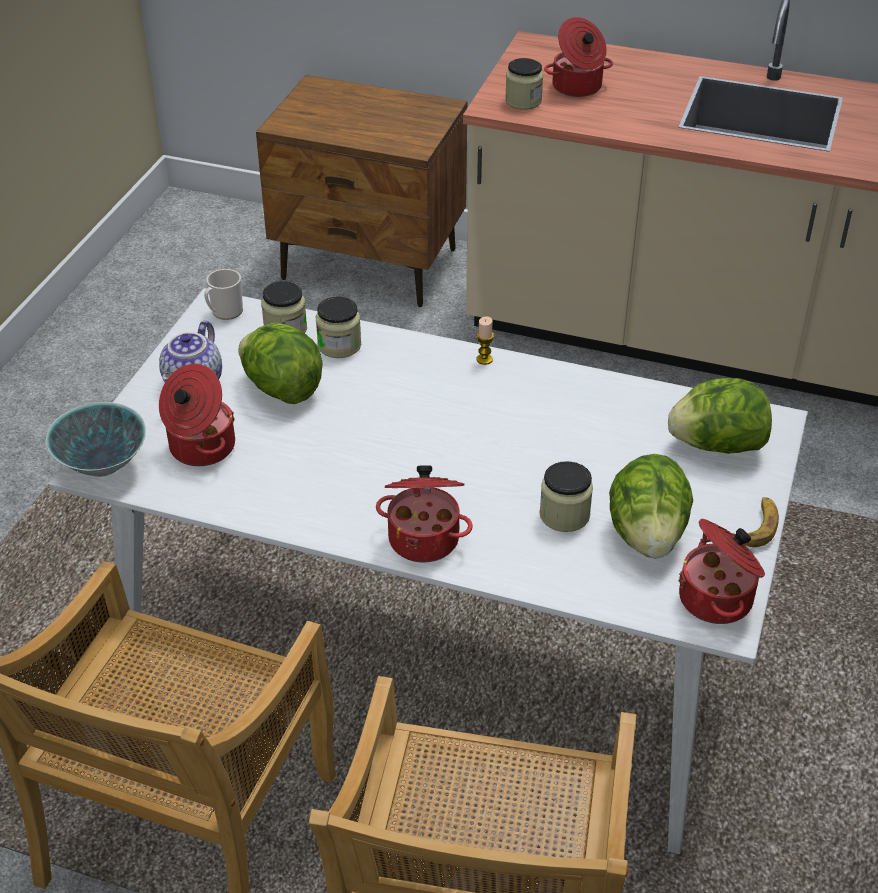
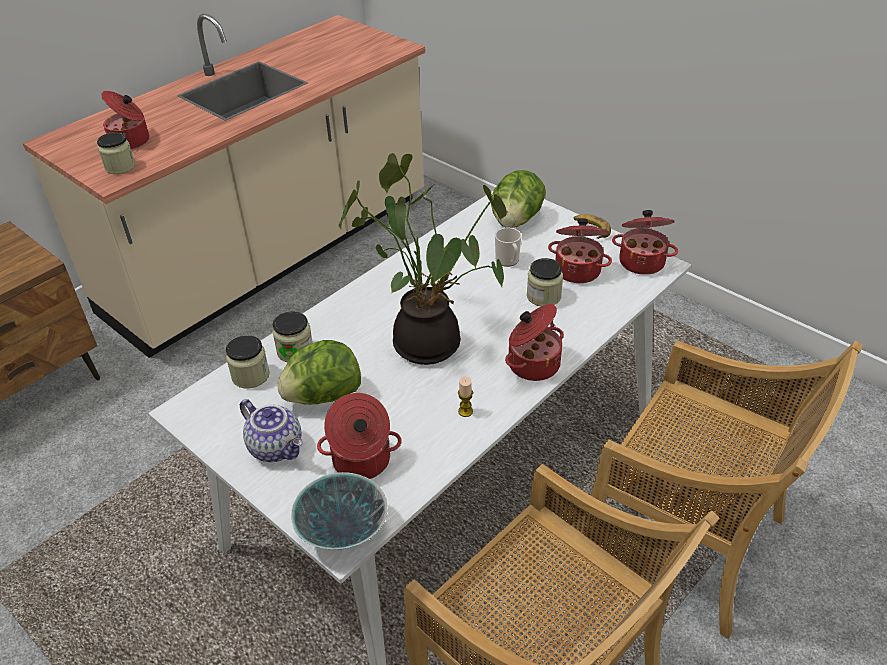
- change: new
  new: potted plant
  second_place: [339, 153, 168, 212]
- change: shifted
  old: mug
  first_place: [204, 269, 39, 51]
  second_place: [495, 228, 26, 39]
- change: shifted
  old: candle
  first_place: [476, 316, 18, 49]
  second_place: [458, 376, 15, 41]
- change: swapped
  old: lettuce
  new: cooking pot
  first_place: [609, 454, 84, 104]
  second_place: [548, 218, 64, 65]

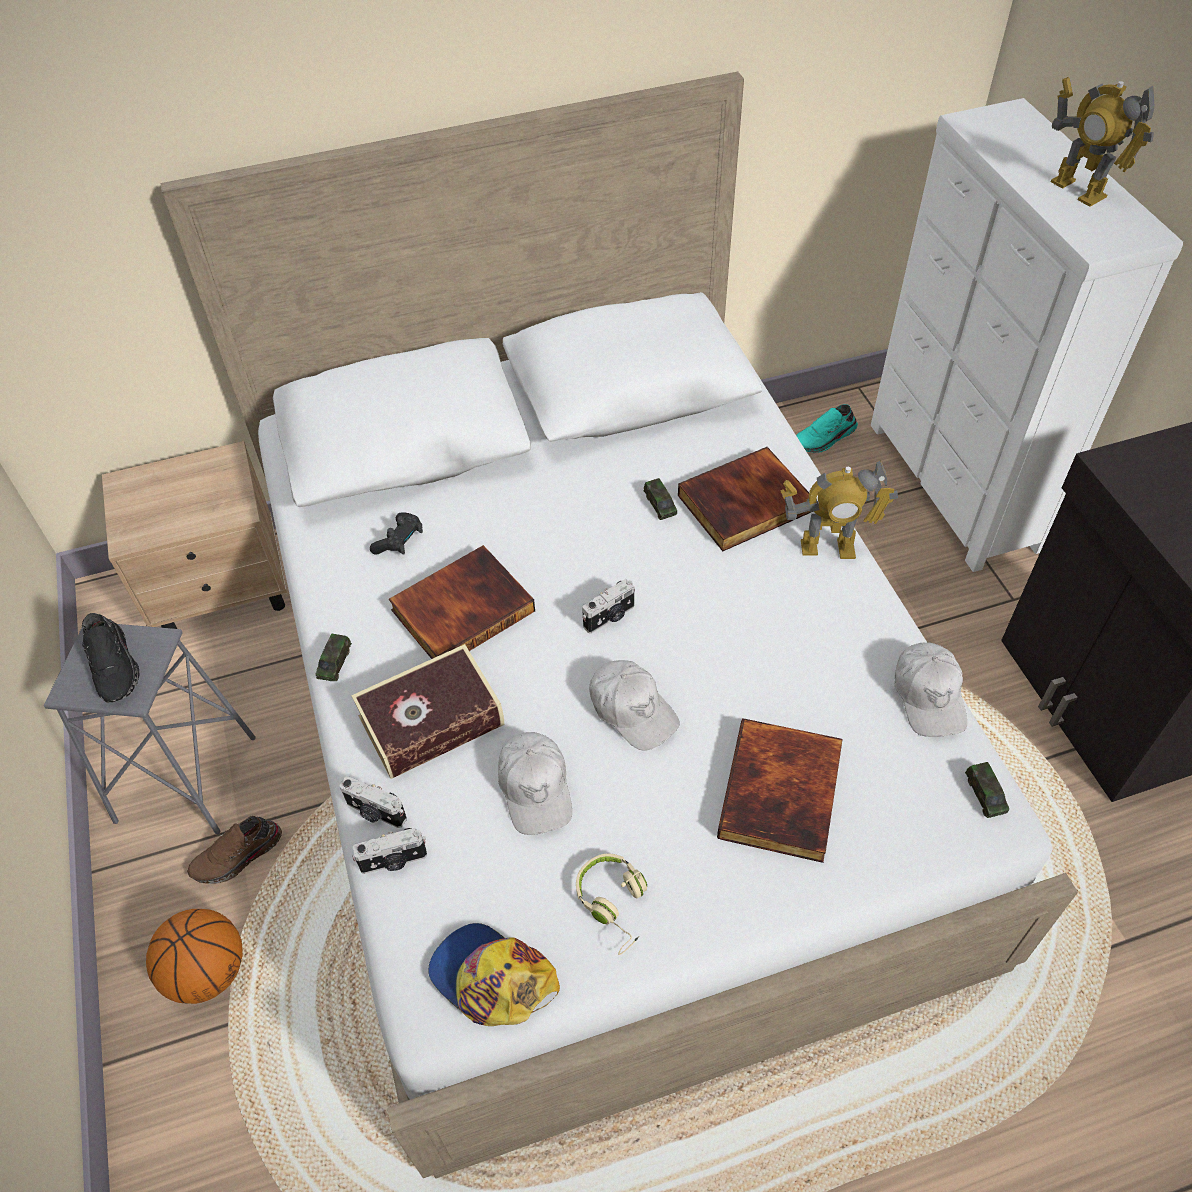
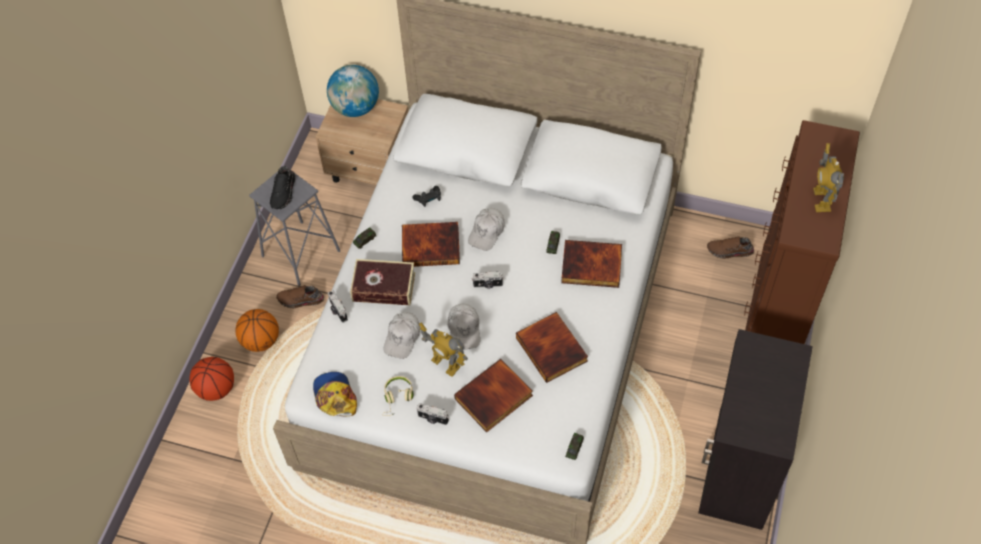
- change: new
  new: basketball
  second_place: [190, 357, 44, 44]
- change: new
  new: globe
  second_place: [327, 65, 52, 52]
- change: new
  new: book
  second_place: [516, 312, 72, 71]
- change: shifted
  old: photo camera
  first_place: [352, 828, 75, 46]
  second_place: [417, 403, 32, 22]
- change: shifted
  old: toy robot
  first_place: [781, 460, 117, 99]
  second_place: [419, 322, 49, 55]
- change: shifted
  old: white cap
  first_place: [894, 643, 73, 94]
  second_place: [468, 208, 37, 43]
- change: repainted
  old: turquoise shoe
  new: brown shoe
  first_place: [796, 404, 62, 49]
  second_place: [707, 236, 47, 23]
- change: repainted
  old: white dresser
  new: brown dresser
  first_place: [871, 98, 312, 474]
  second_place: [744, 120, 116, 224]

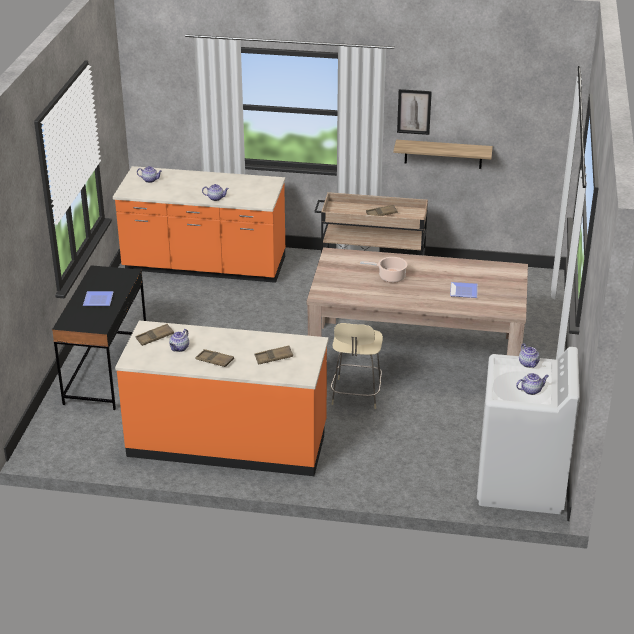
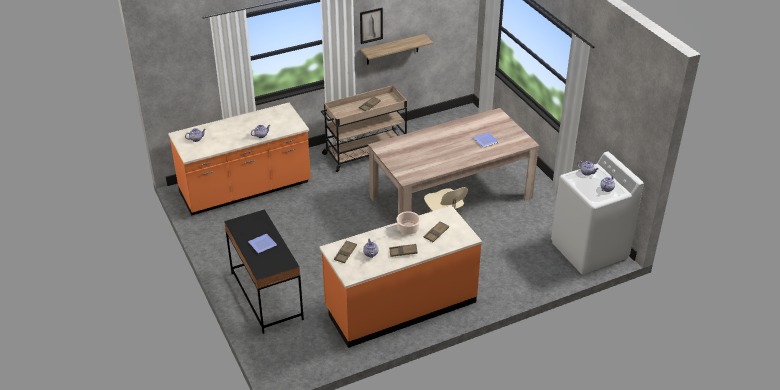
- change: shifted
  old: cooking pot
  first_place: [360, 257, 48, 26]
  second_place: [385, 211, 35, 23]

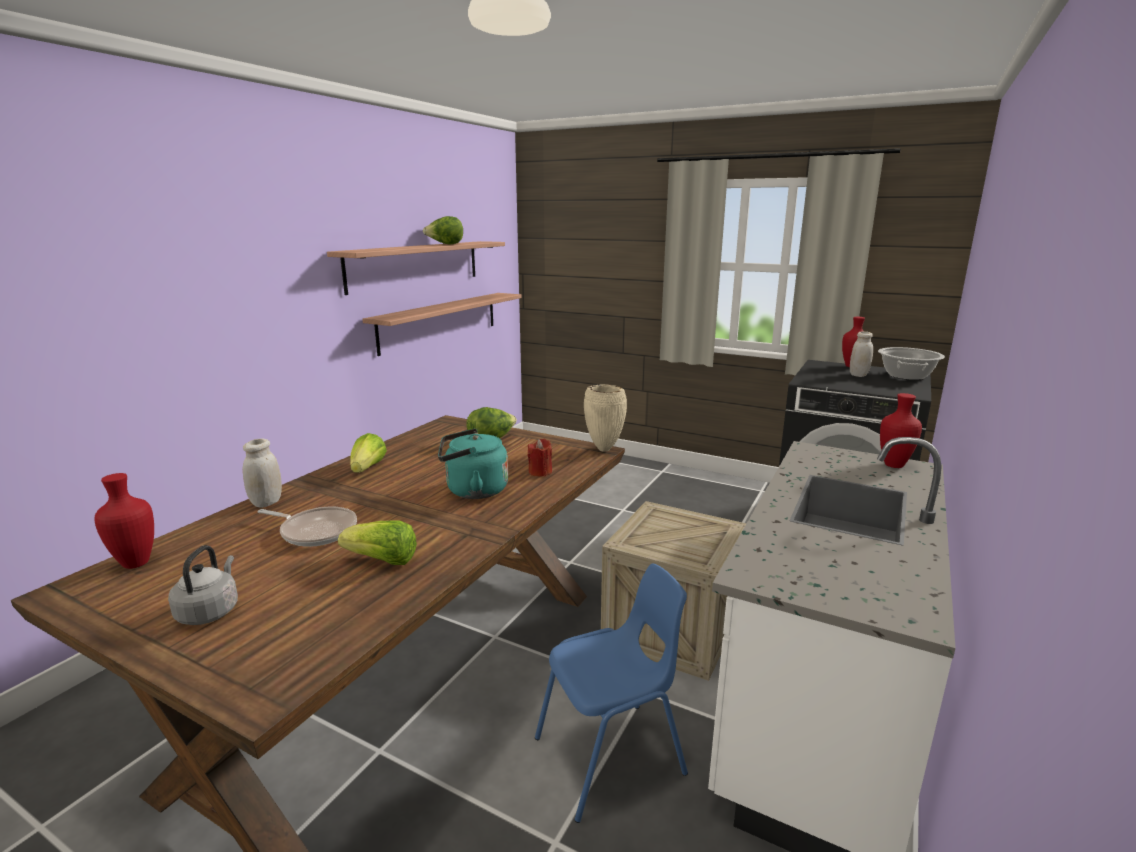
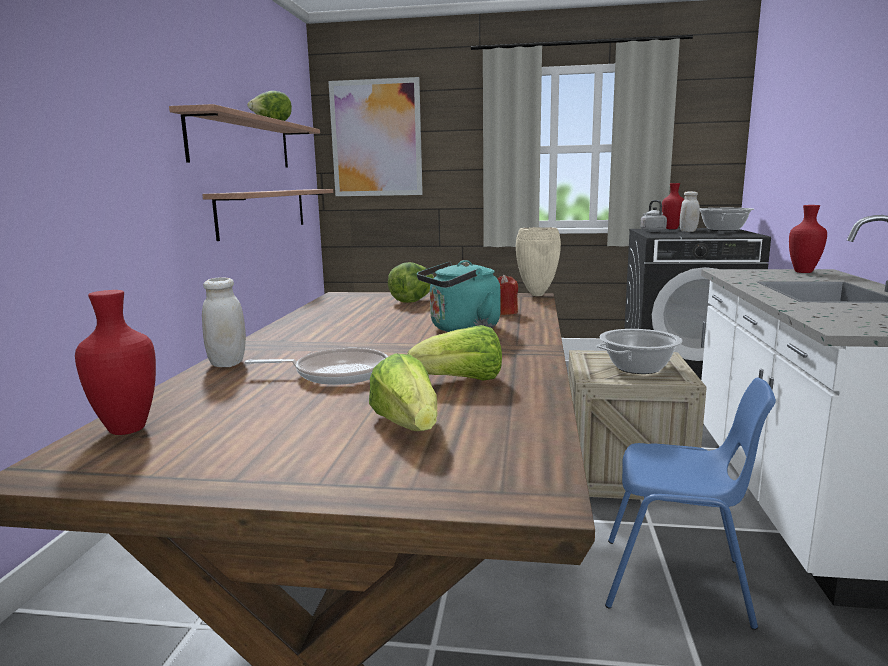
- change: new
  new: picture
  second_place: [328, 77, 95, 119]
- change: new
  new: cooking pot
  second_place: [596, 329, 86, 45]
- change: shifted
  old: grey kettle
  first_place: [168, 545, 70, 80]
  second_place: [640, 200, 27, 32]
- change: shifted
  old: lettuce
  first_place: [350, 433, 37, 40]
  second_place: [369, 353, 68, 78]
- change: rotated
  old: blue chair
  first_place: [535, 563, 153, 260]
  second_place: [605, 377, 171, 253]
  degrees: 60

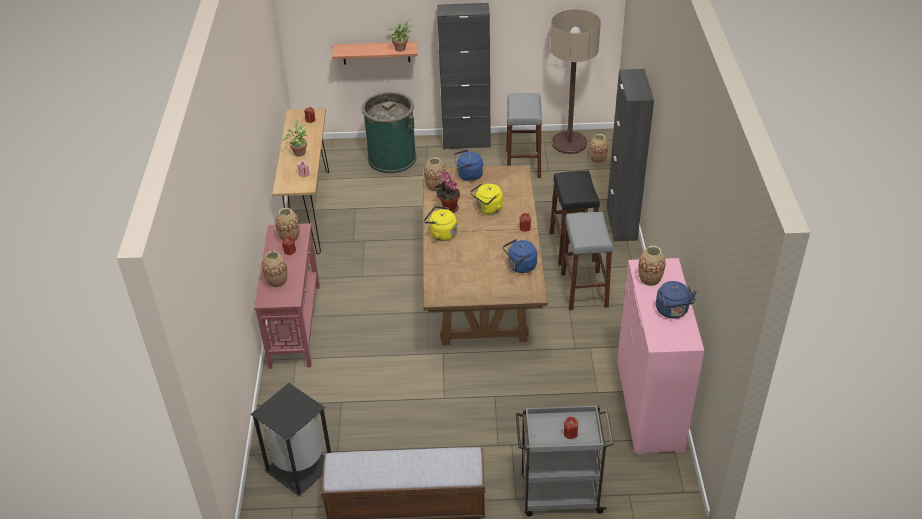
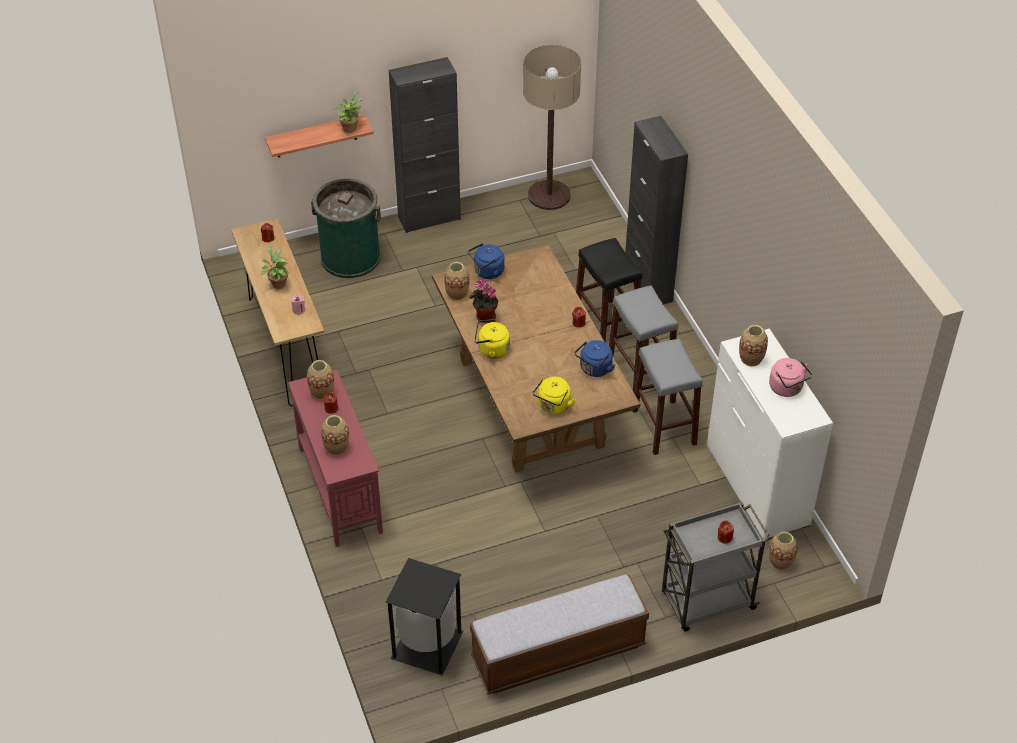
- change: shifted
  old: yellow kettle
  first_place: [470, 183, 33, 31]
  second_place: [533, 377, 43, 37]
- change: shifted
  old: grey stool
  first_place: [506, 93, 36, 85]
  second_place: [632, 339, 71, 116]
- change: shifted
  old: vase
  first_place: [589, 134, 20, 30]
  second_place: [769, 532, 28, 38]
- change: repainted
  old: pink dresser
  new: white dresser
  first_place: [617, 258, 87, 196]
  second_place: [707, 329, 126, 210]
- change: repainted
  old: blue kettle
  new: pink kettle
  first_place: [656, 281, 41, 38]
  second_place: [769, 358, 43, 39]

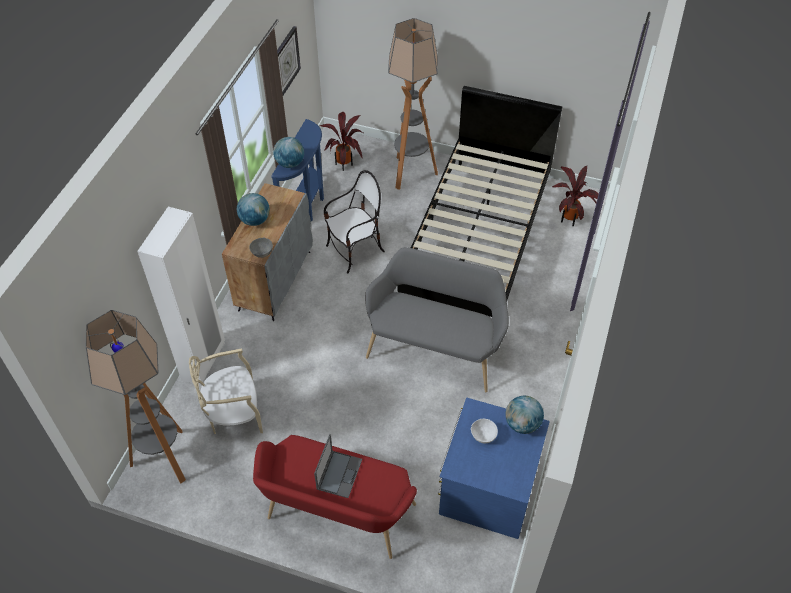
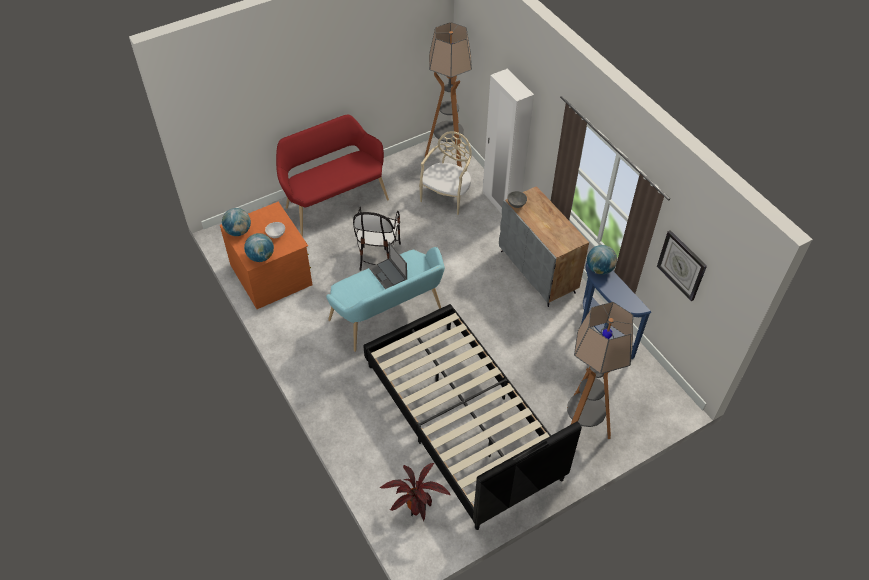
- change: gone
  old: potted plant
  first_place: [320, 112, 45, 59]
- change: shifted
  old: globe
  first_place: [237, 193, 33, 33]
  second_place: [222, 208, 29, 28]
- change: shifted
  old: laptop
  first_place: [314, 434, 48, 64]
  second_place: [369, 242, 38, 47]
- change: shifted
  old: chair
  first_place: [324, 170, 61, 103]
  second_place: [353, 207, 48, 64]
- change: repainted
  old: grey bench
  new: turquoise bench
  first_place: [365, 247, 144, 145]
  second_place: [326, 247, 119, 105]
- change: repainted
  old: blue dresser
  new: orange dresser
  first_place: [438, 397, 112, 142]
  second_place: [220, 202, 93, 107]

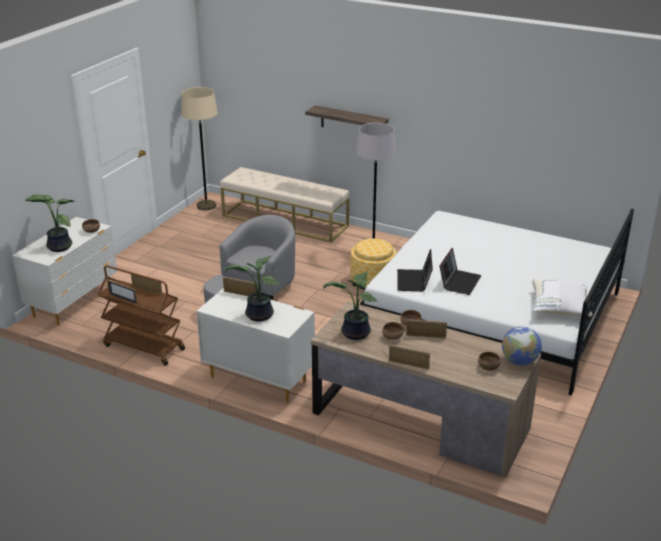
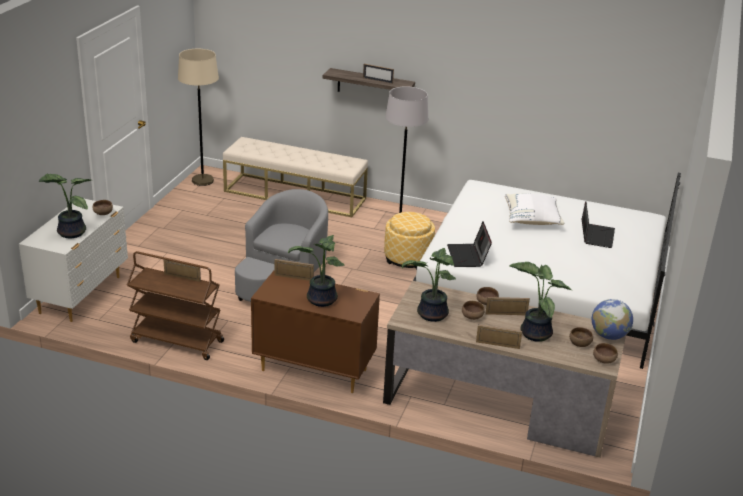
- change: new
  new: potted plant
  second_place: [509, 262, 64, 80]
- change: new
  new: brown bowl
  second_place: [593, 343, 25, 21]
- change: shifted
  old: picture frame
  first_place: [108, 280, 29, 24]
  second_place: [363, 64, 31, 20]
- change: shifted
  old: laptop
  first_place: [440, 247, 42, 48]
  second_place: [582, 201, 33, 47]
- change: shifted
  old: white pillow
  first_place: [532, 279, 60, 38]
  second_place: [505, 193, 59, 32]
- change: repainted
  old: white dresser
  new: brown dresser
  first_place: [196, 288, 119, 115]
  second_place: [251, 270, 129, 123]

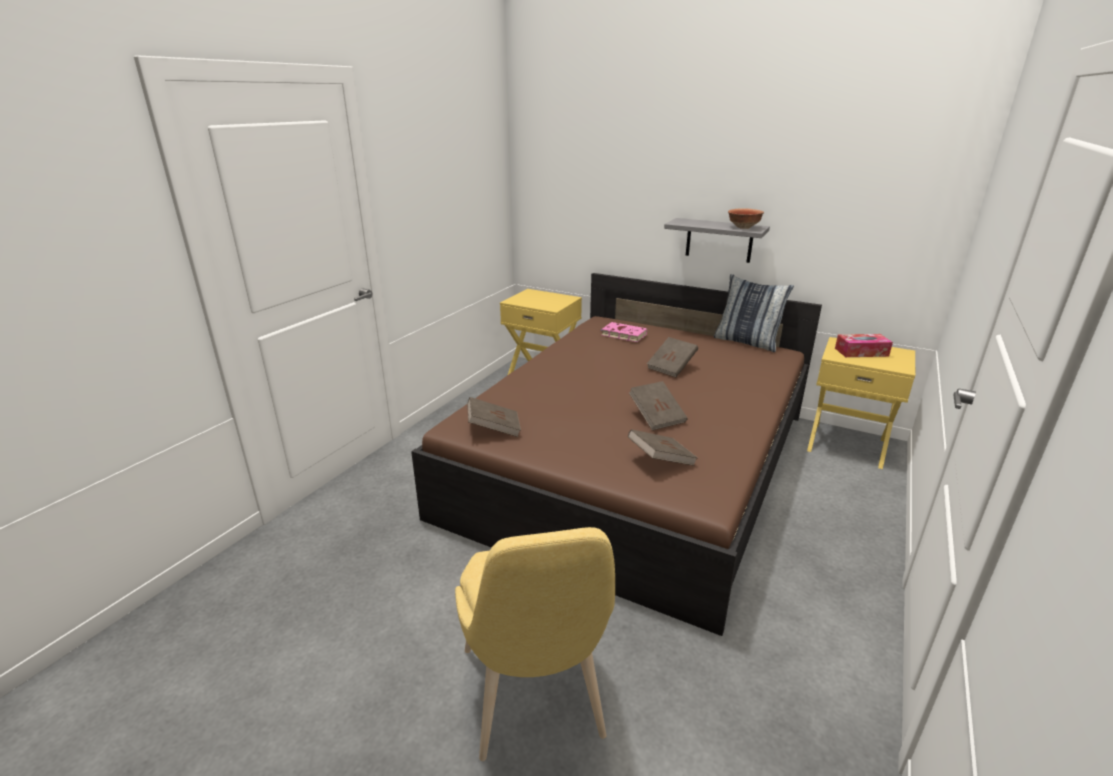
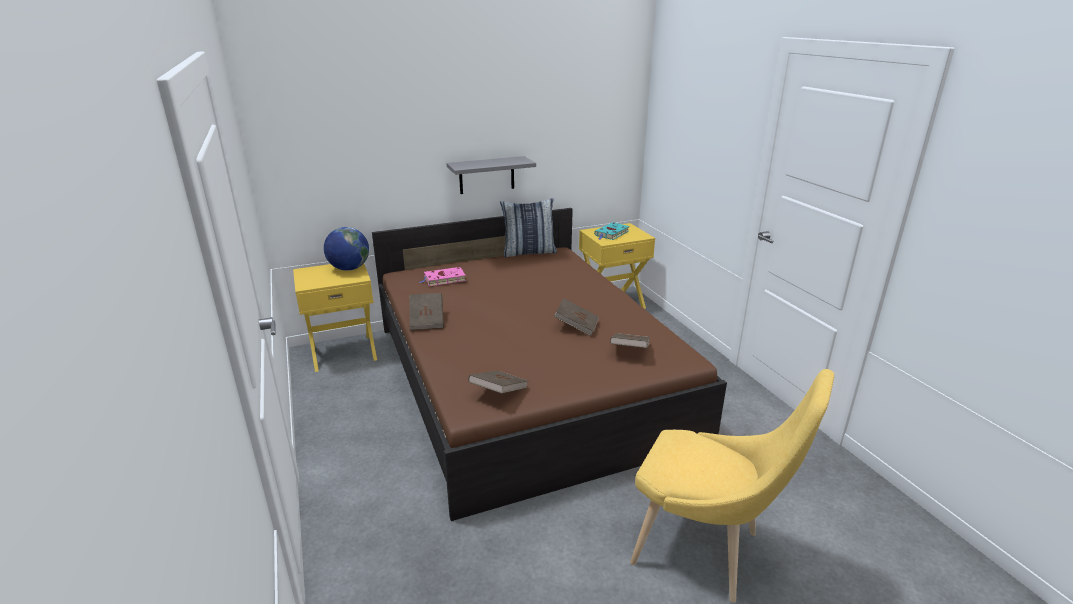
- change: gone
  old: bowl
  first_place: [728, 208, 36, 21]
- change: new
  new: globe
  second_place: [324, 227, 45, 44]
- change: shifted
  old: brown book
  first_place: [647, 337, 51, 40]
  second_place: [409, 293, 35, 37]
- change: swapped
  old: tissue box
  new: turquoise book
  first_place: [835, 334, 58, 23]
  second_place: [594, 222, 35, 18]

